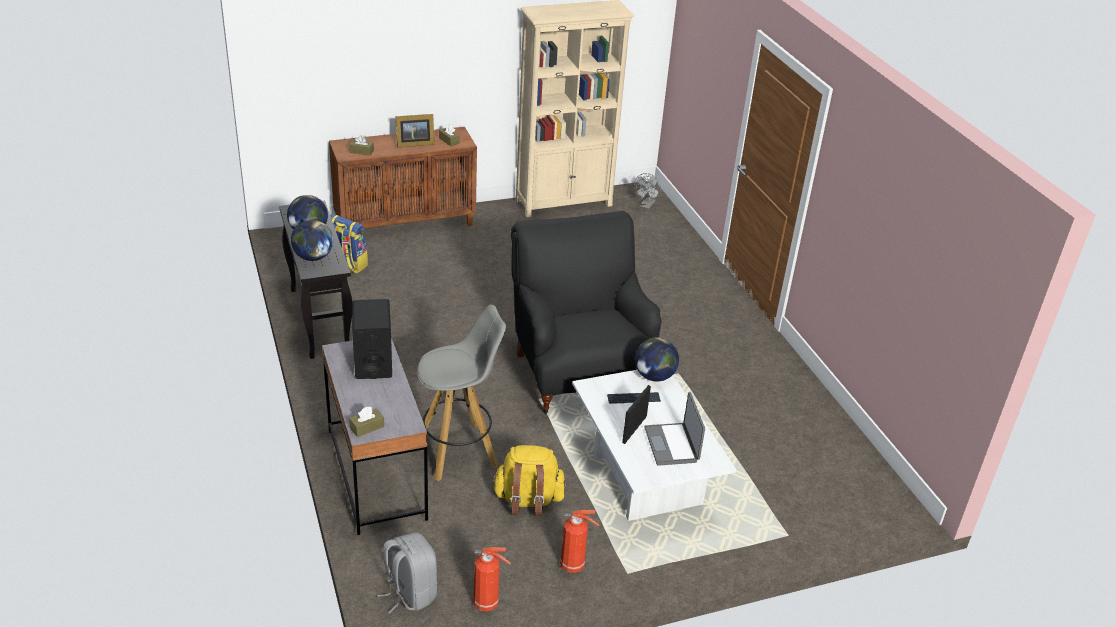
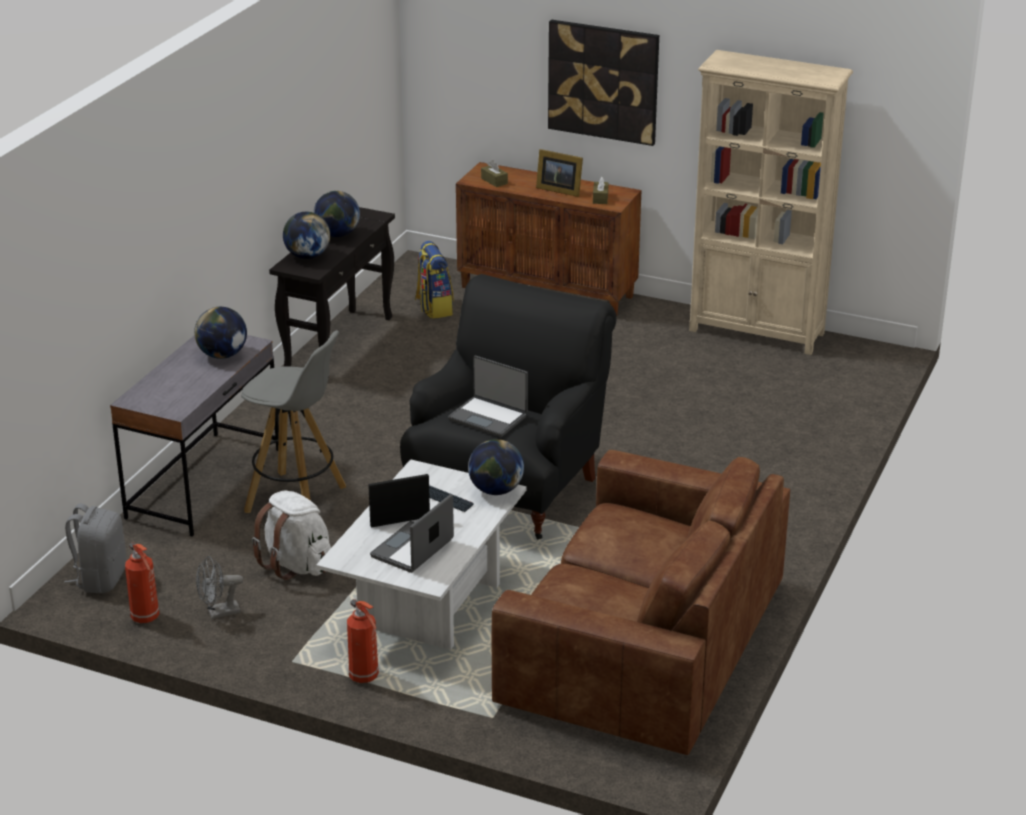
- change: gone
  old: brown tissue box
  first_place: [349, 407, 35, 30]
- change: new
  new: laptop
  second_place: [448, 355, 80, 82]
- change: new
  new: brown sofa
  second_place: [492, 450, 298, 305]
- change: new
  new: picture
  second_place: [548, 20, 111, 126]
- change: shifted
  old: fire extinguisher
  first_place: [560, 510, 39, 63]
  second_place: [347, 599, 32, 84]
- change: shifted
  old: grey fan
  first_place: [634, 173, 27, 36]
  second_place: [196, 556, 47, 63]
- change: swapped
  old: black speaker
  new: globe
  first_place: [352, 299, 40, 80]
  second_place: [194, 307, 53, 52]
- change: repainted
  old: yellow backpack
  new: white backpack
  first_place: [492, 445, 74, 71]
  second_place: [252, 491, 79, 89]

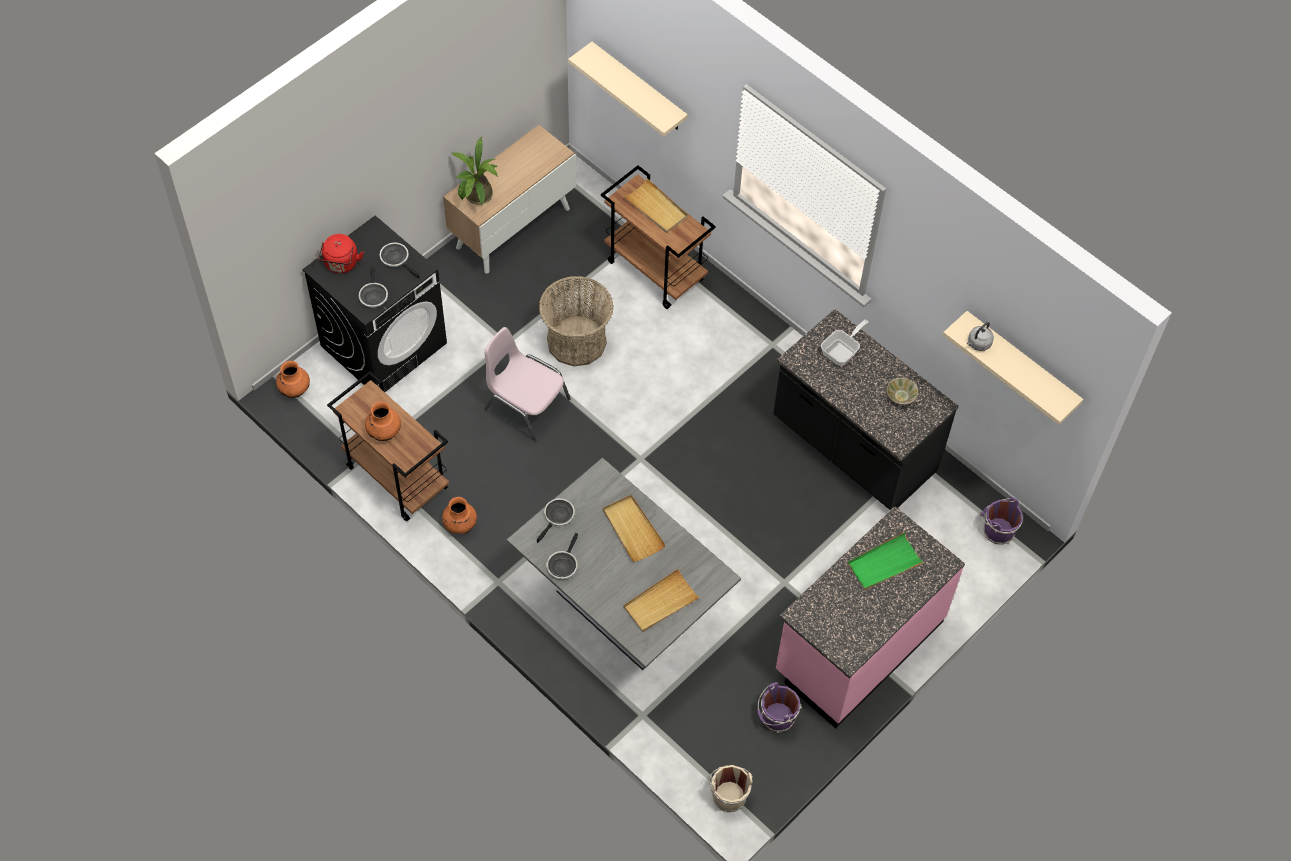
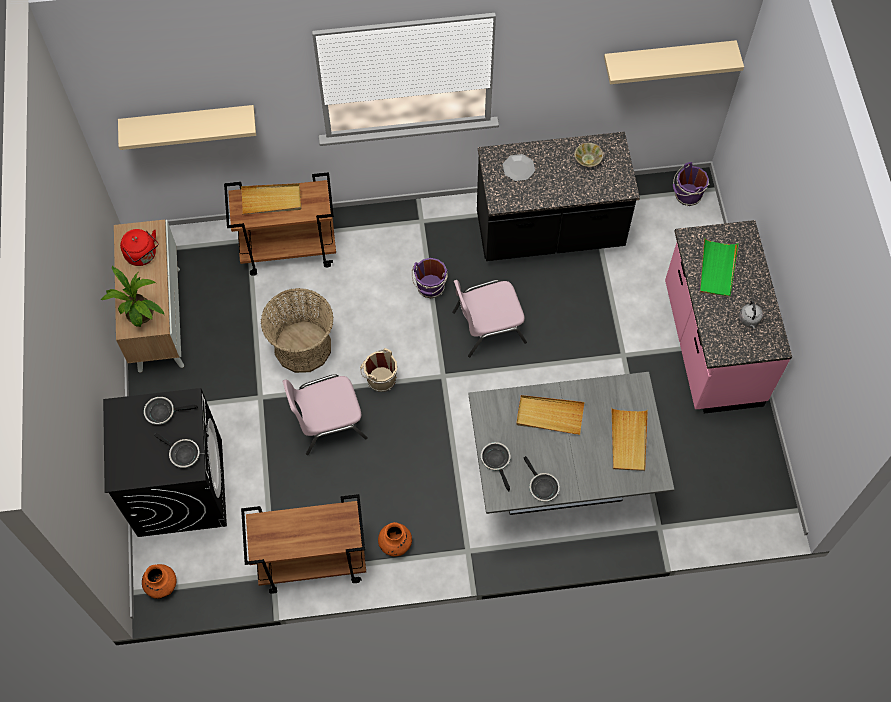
- change: gone
  old: orange vase
  first_place: [365, 402, 36, 39]
- change: new
  new: pink chair
  second_place: [452, 280, 75, 77]
- change: shifted
  old: red kettle
  first_place: [318, 234, 46, 39]
  second_place: [120, 229, 38, 37]
- change: shifted
  old: beige bucket
  first_place: [709, 765, 43, 47]
  second_place: [360, 348, 38, 44]
- change: shifted
  old: purple bucket
  first_place: [757, 682, 45, 51]
  second_place: [412, 258, 36, 40]
- change: shifted
  old: grey kettle
  first_place: [967, 322, 27, 29]
  second_place: [739, 300, 24, 29]
- change: swapped
  old: frying pan
  new: plate
  first_place: [821, 320, 47, 46]
  second_place: [503, 154, 32, 27]

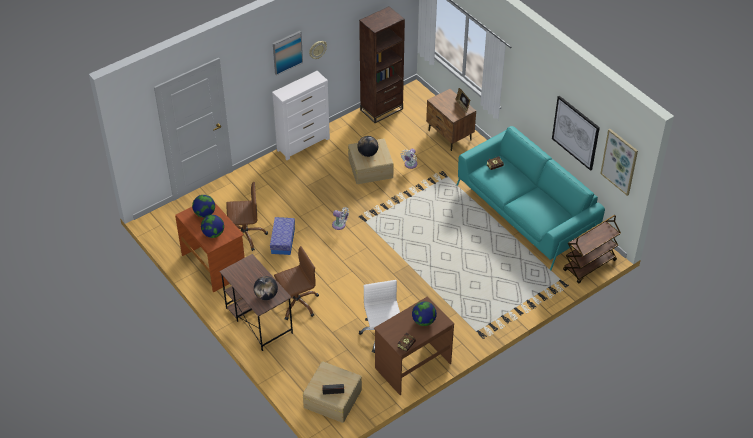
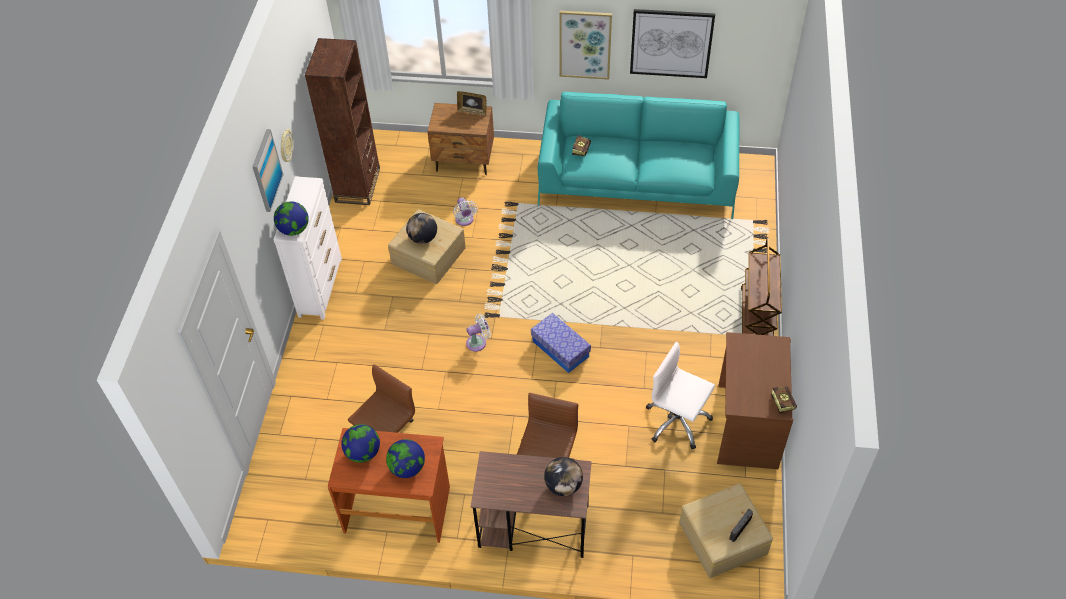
- change: shifted
  old: storage box
  first_place: [270, 217, 25, 38]
  second_place: [531, 313, 60, 60]
- change: shifted
  old: globe
  first_place: [412, 301, 25, 25]
  second_place: [274, 201, 35, 35]
- change: shifted
  old: brown cart
  first_place: [563, 215, 58, 68]
  second_place: [741, 238, 41, 98]
- change: shifted
  old: picture
  first_place: [600, 129, 38, 67]
  second_place: [559, 11, 53, 69]

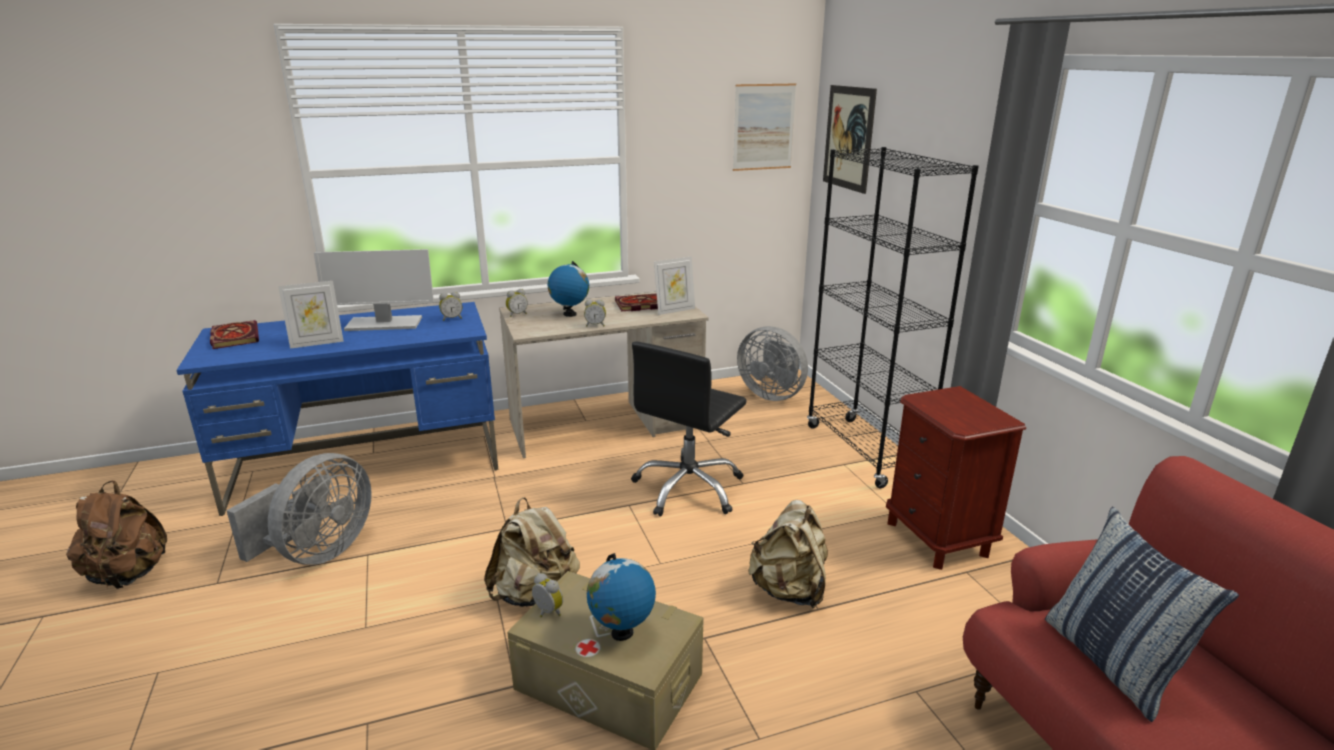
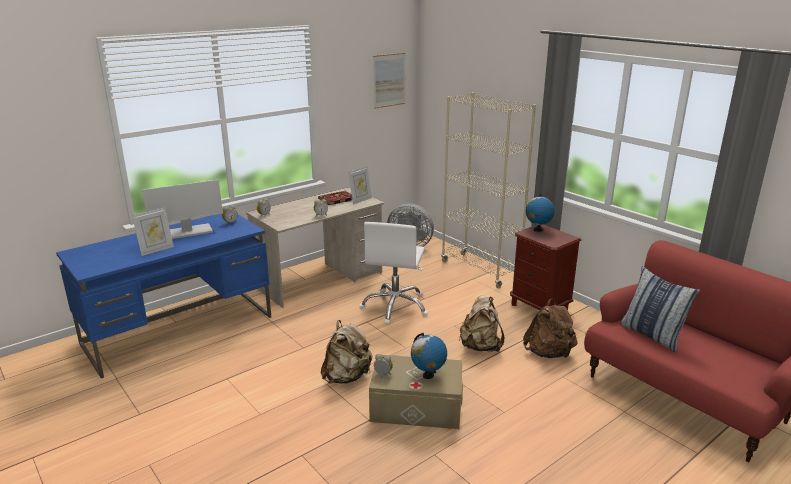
- change: gone
  old: book
  first_place: [210, 320, 49, 29]
- change: gone
  old: grey fan
  first_place: [226, 453, 146, 112]
- change: gone
  old: picture
  first_place: [823, 85, 54, 109]
- change: shifted
  old: brown backpack
  first_place: [66, 481, 101, 108]
  second_place: [523, 298, 55, 60]
- change: shifted
  old: globe
  first_place: [547, 261, 42, 56]
  second_place: [526, 194, 28, 38]
- change: repainted
  old: black office chair
  new: white office chair
  first_place: [631, 341, 115, 175]
  second_place: [359, 222, 69, 102]
- change: repainted
  old: black bookcase
  new: beige bookcase
  first_place: [807, 147, 172, 341]
  second_place: [441, 93, 95, 195]

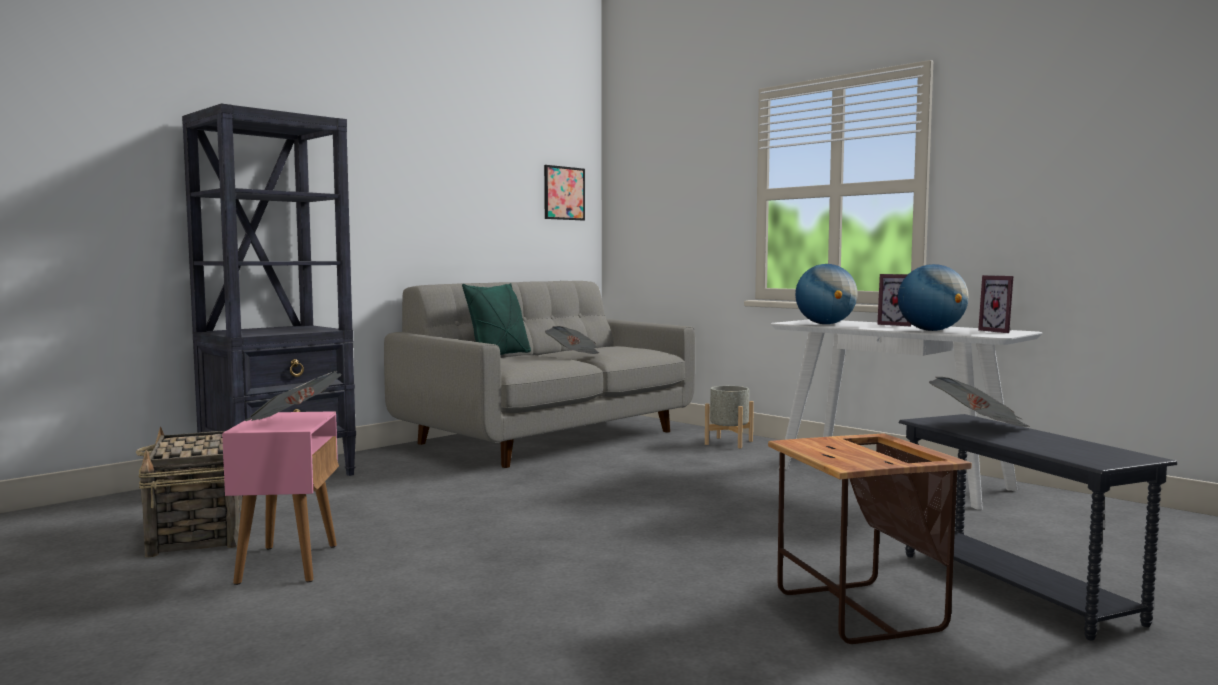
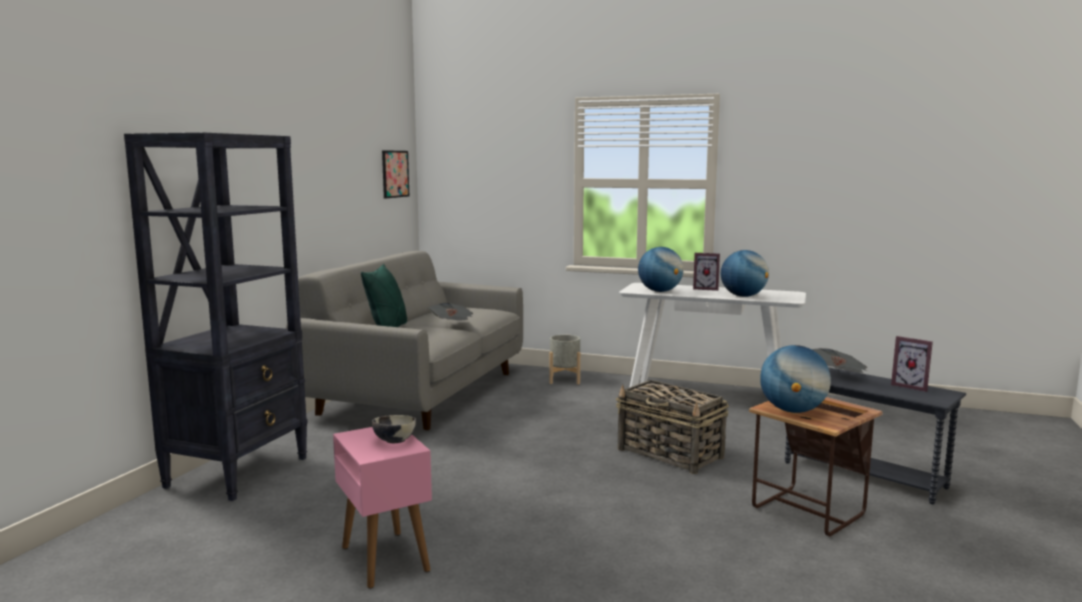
- change: new
  new: globe
  second_place: [760, 345, 71, 68]
- change: shifted
  old: basket
  first_place: [136, 426, 106, 131]
  second_place: [616, 380, 113, 94]
- change: shifted
  old: picture frame
  first_place: [978, 275, 35, 58]
  second_place: [891, 336, 42, 56]
- change: swapped
  old: newspaper
  new: bowl
  first_place: [245, 371, 96, 50]
  second_place: [372, 415, 44, 28]

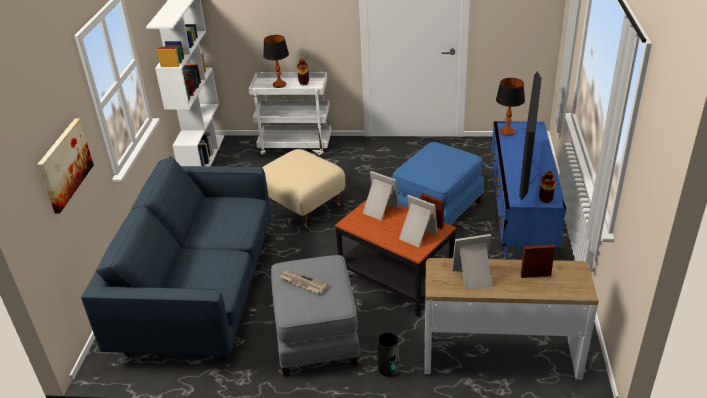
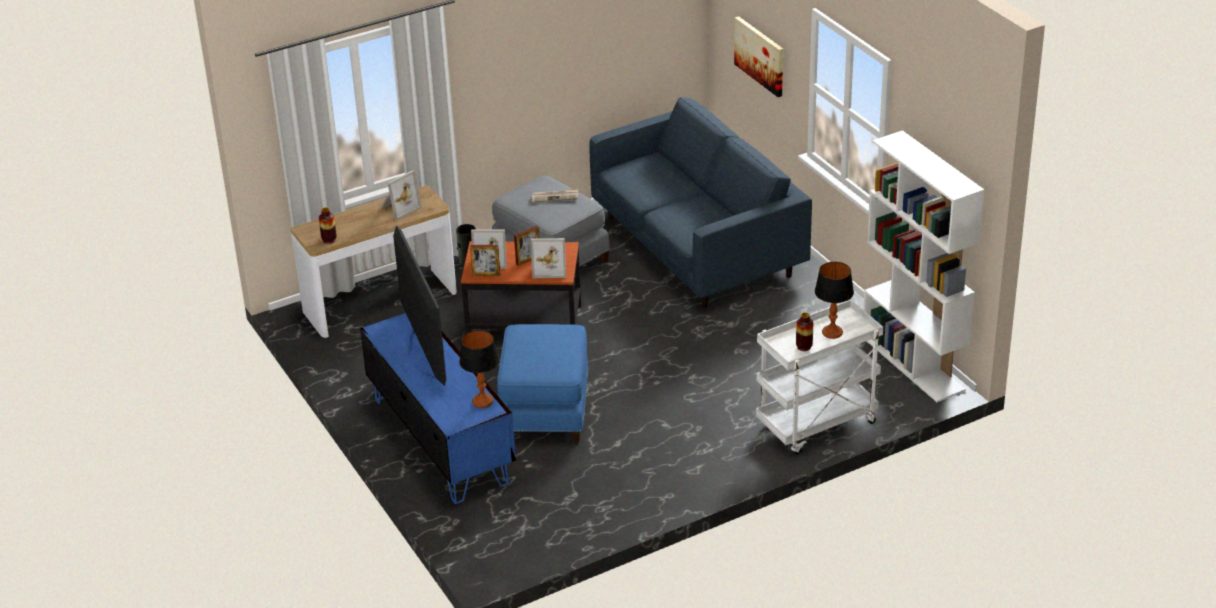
- change: gone
  old: beige ottoman
  first_place: [262, 149, 83, 78]
- change: shifted
  old: picture frame
  first_place: [521, 245, 34, 33]
  second_place: [514, 226, 26, 40]
- change: shifted
  old: vase
  first_place: [539, 171, 17, 32]
  second_place: [319, 208, 18, 36]

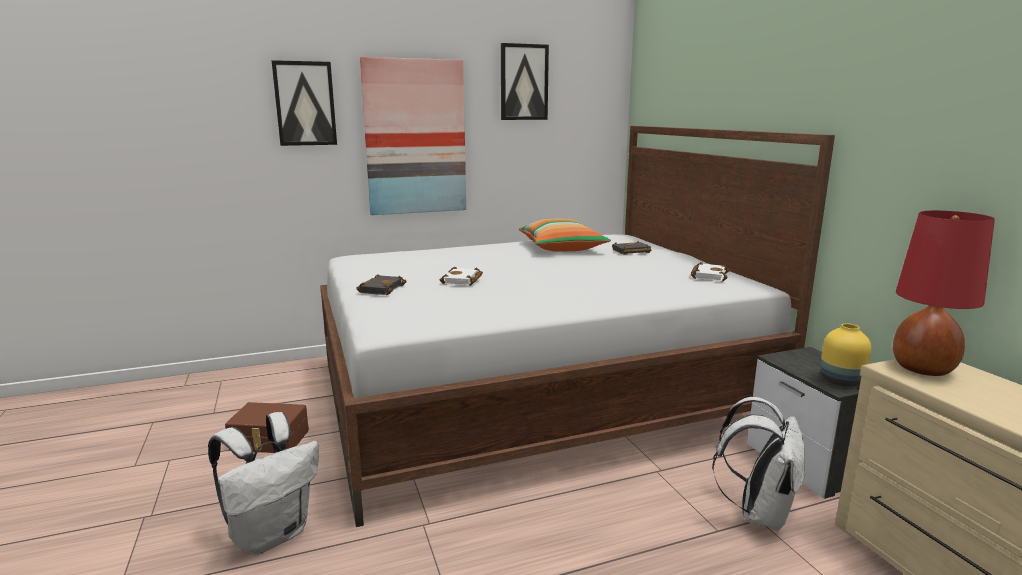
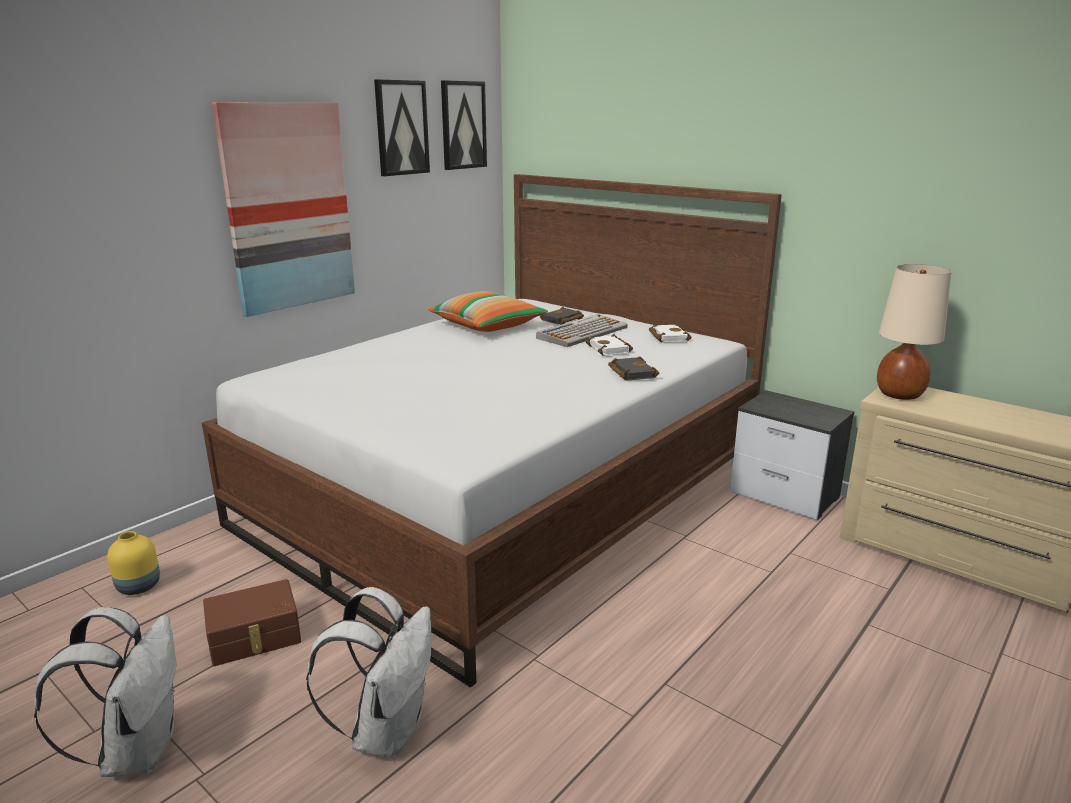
- change: new
  new: keyboard
  second_place: [536, 314, 92, 33]
- change: shifted
  old: picture
  first_place: [271, 60, 66, 86]
  second_place: [441, 80, 46, 90]
- change: shifted
  old: black book
  first_place: [356, 274, 51, 21]
  second_place: [608, 356, 51, 25]
- change: shifted
  old: white book
  first_place: [440, 267, 43, 19]
  second_place: [586, 334, 47, 22]
- change: shifted
  old: white backpack
  first_place: [712, 397, 94, 134]
  second_place: [34, 607, 142, 170]
- change: shifted
  old: yellow vase
  first_place: [820, 323, 51, 64]
  second_place: [107, 531, 53, 64]
- change: repainted
  old: red table lamp
  new: beige table lamp
  first_place: [893, 211, 102, 165]
  second_place: [877, 264, 75, 136]

